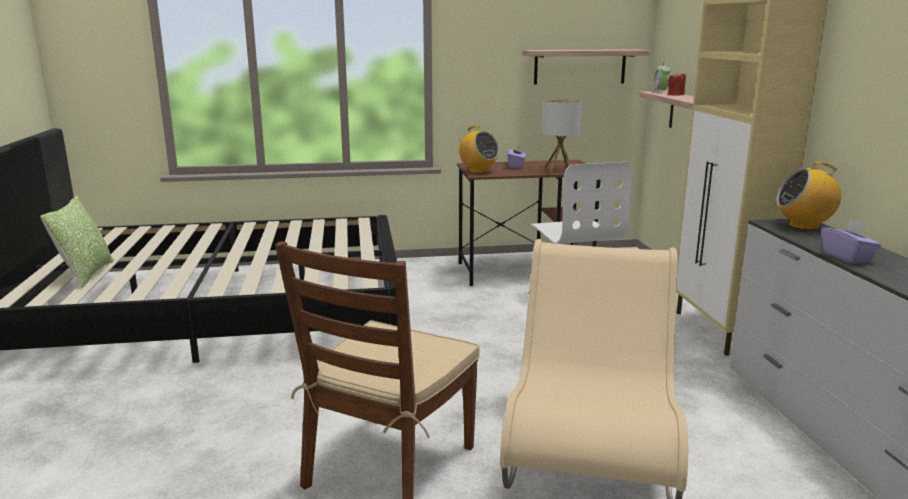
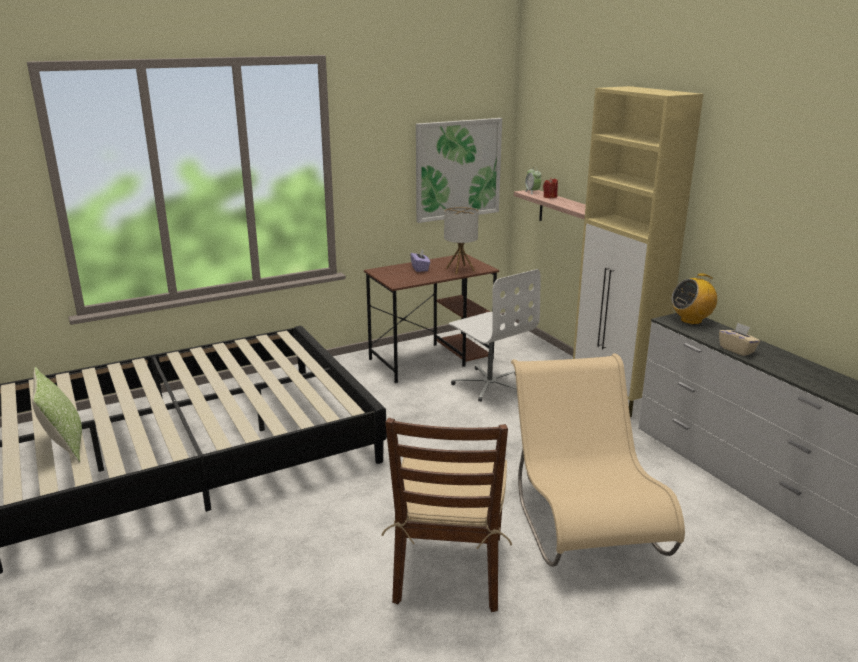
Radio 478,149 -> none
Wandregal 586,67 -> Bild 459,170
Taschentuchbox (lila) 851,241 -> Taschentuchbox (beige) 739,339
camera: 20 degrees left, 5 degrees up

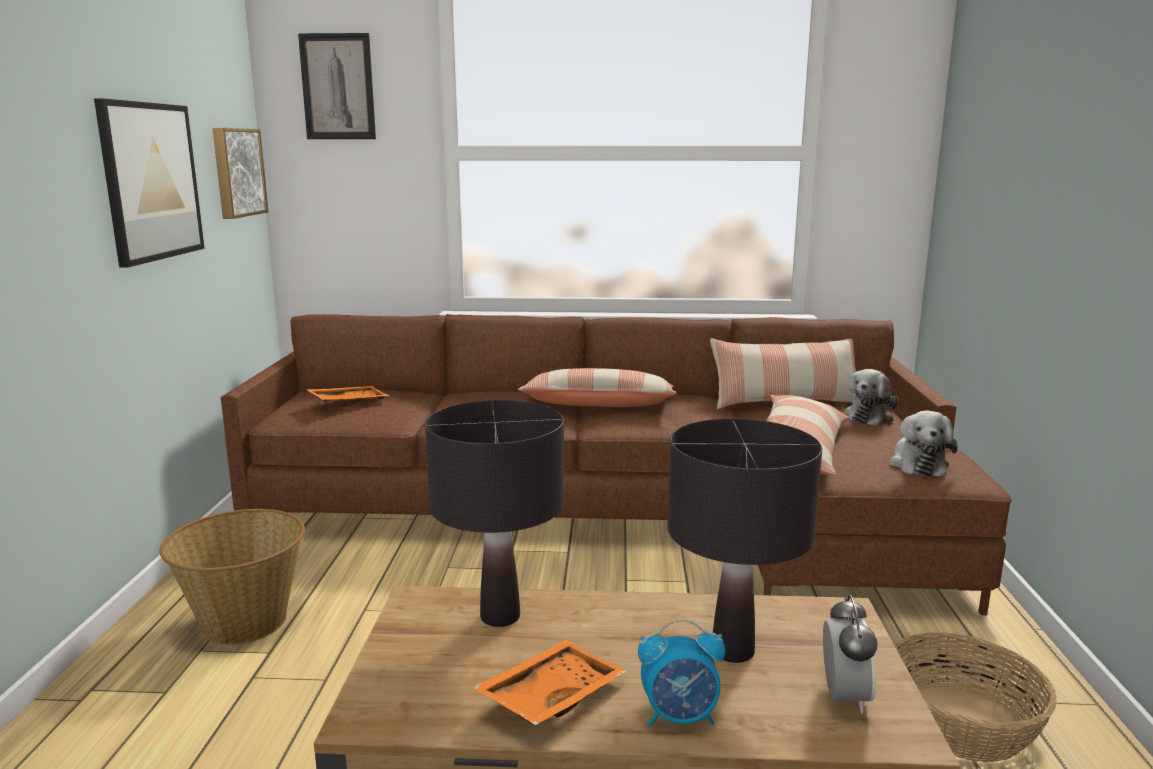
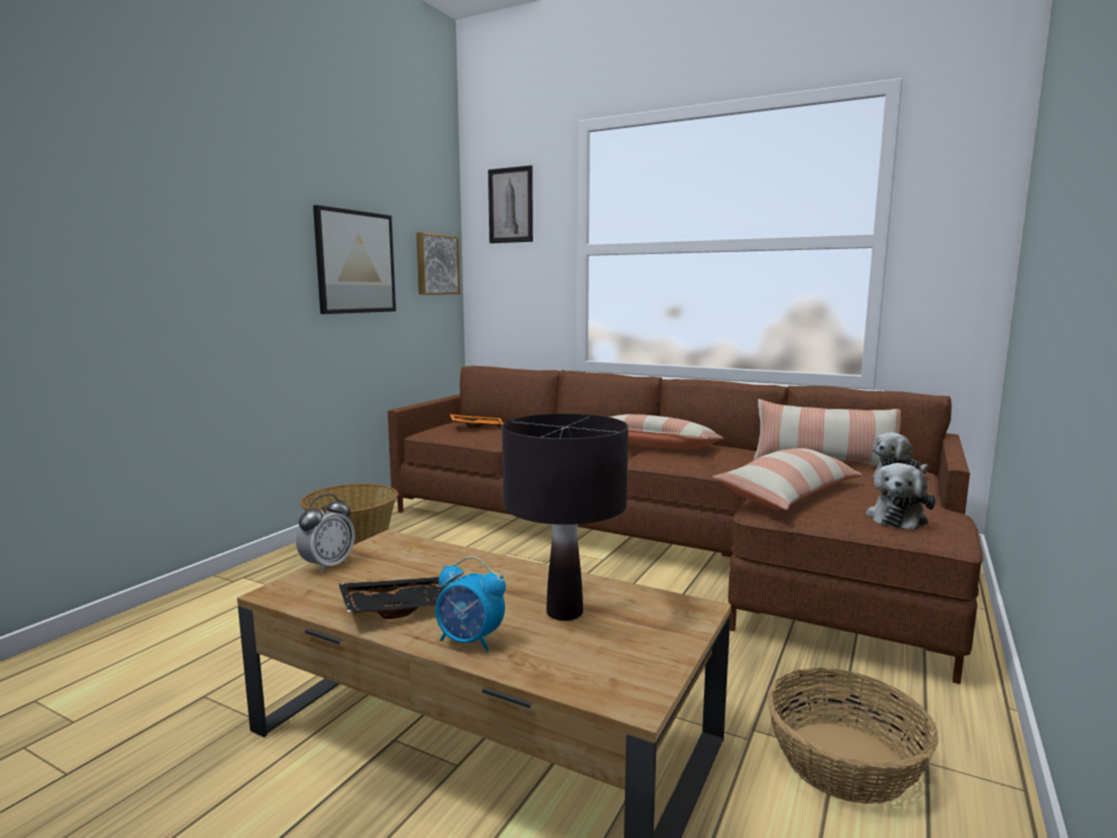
Tischlampe (schwarz) 494,513 -> none
Wecker 850,654 -> Wecker 325,533, move
Tablett (orange) 549,682 -> Tablett (schwarz) 393,598
camera: 25 degrees right, 5 degrees down

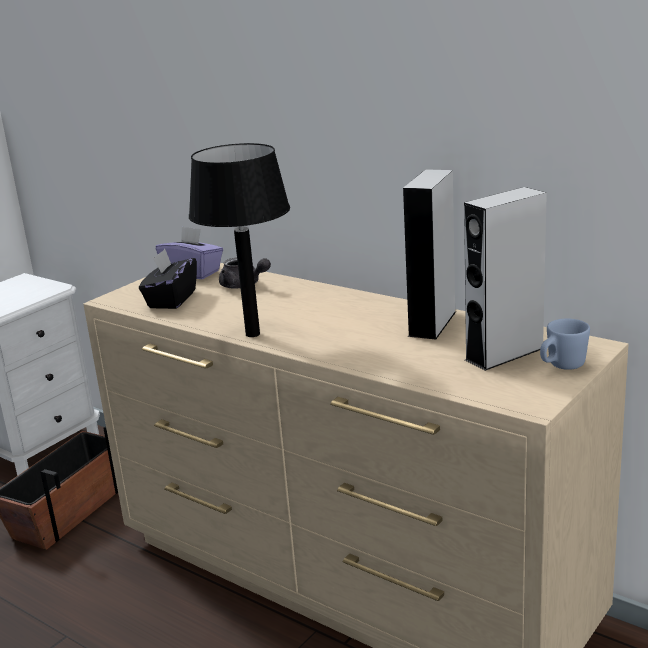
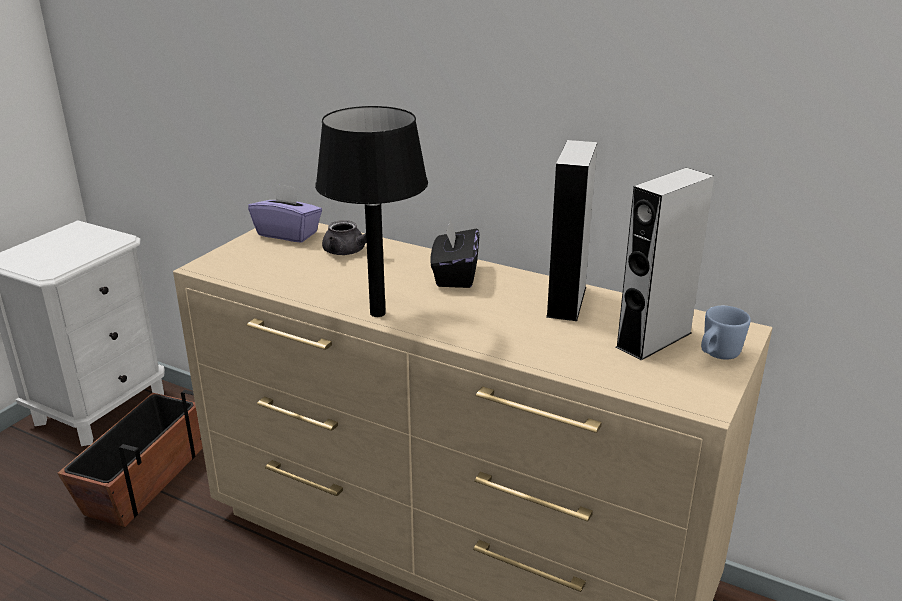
Taschentuchbox (schwarz) 168,279 -> Taschentuchbox (schwarz) 455,253, move
camera: 10 degrees left, 5 degrees up

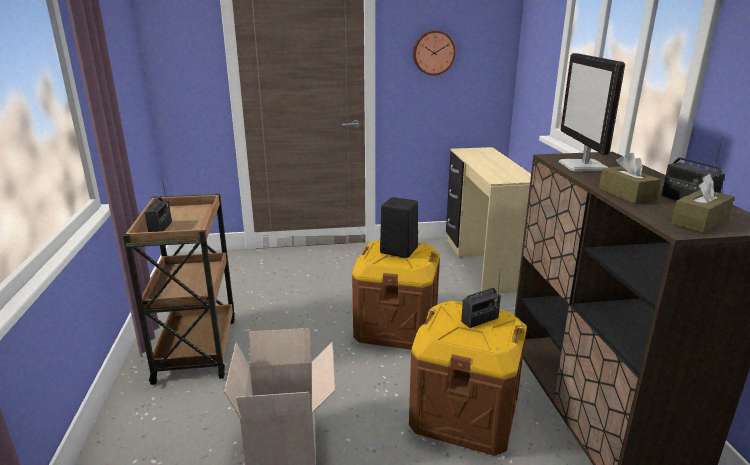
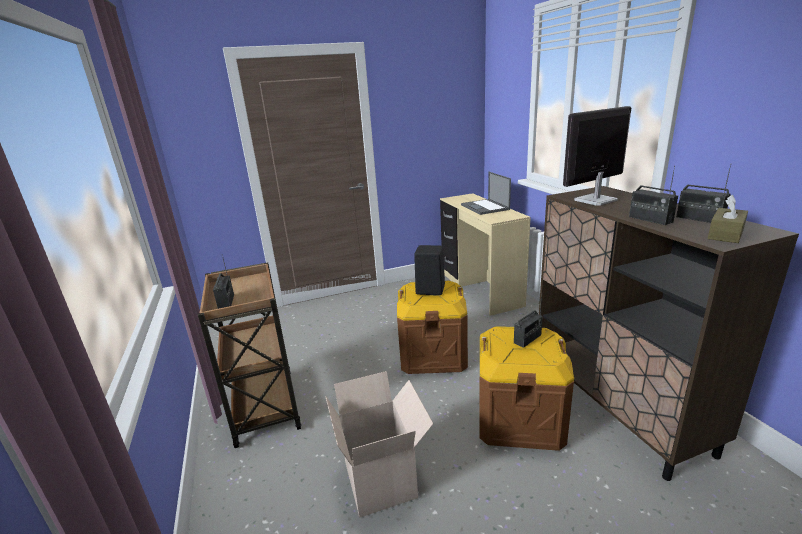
Wanduhr 434,53 -> none
none -> Laptop 486,193
Taschentuchbox (braun) 630,178 -> Radio 653,195
Monitor 592,112 -> Monitor 597,156, 75 degrees clockwise
camera: 10 degrees left, 0 degrees up

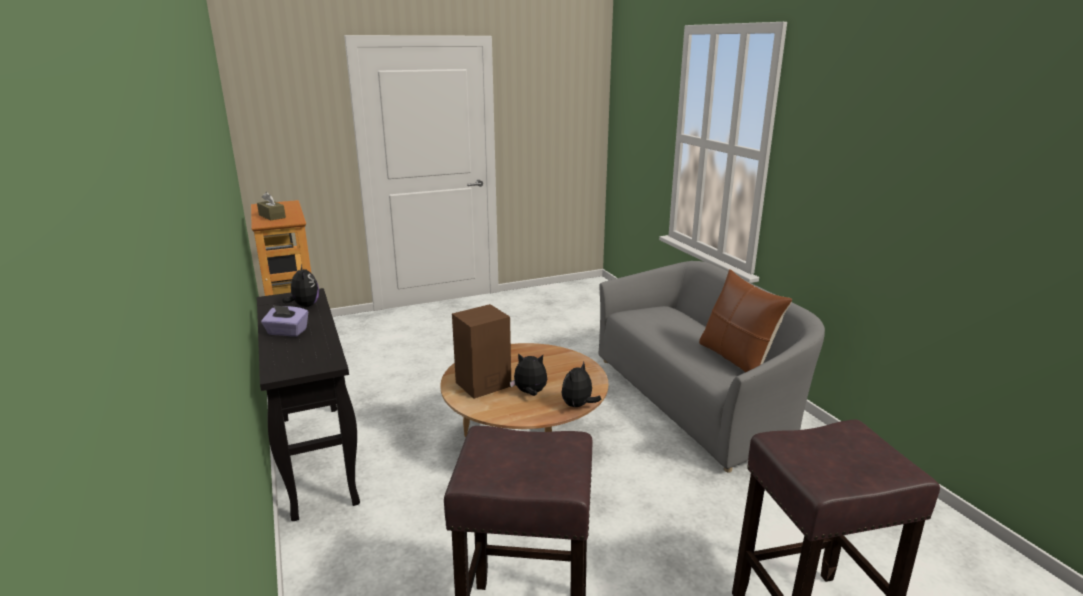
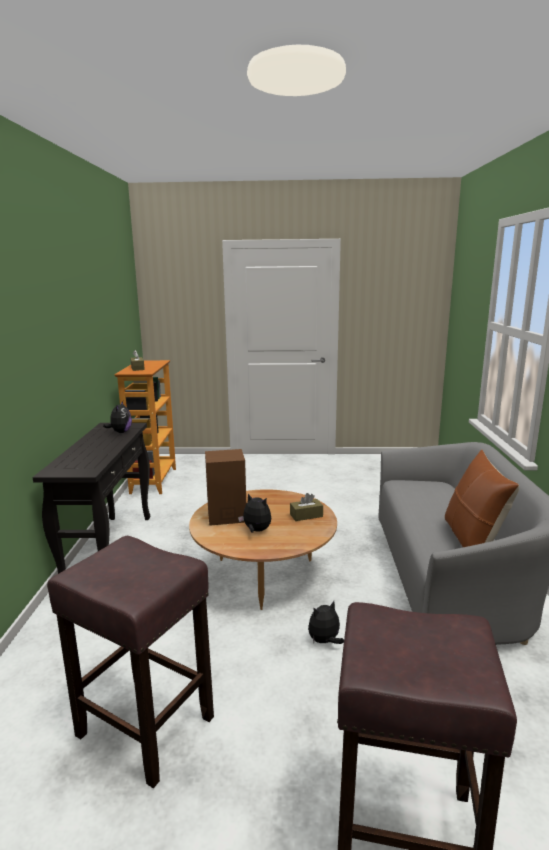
Taschentuchbox (lila) 284,321 -> none
none -> Taschentuchbox (braun) 306,507
Plüschtier 581,384 -> Plüschtier 326,622, move
camera: 25 degrees right, 5 degrees down

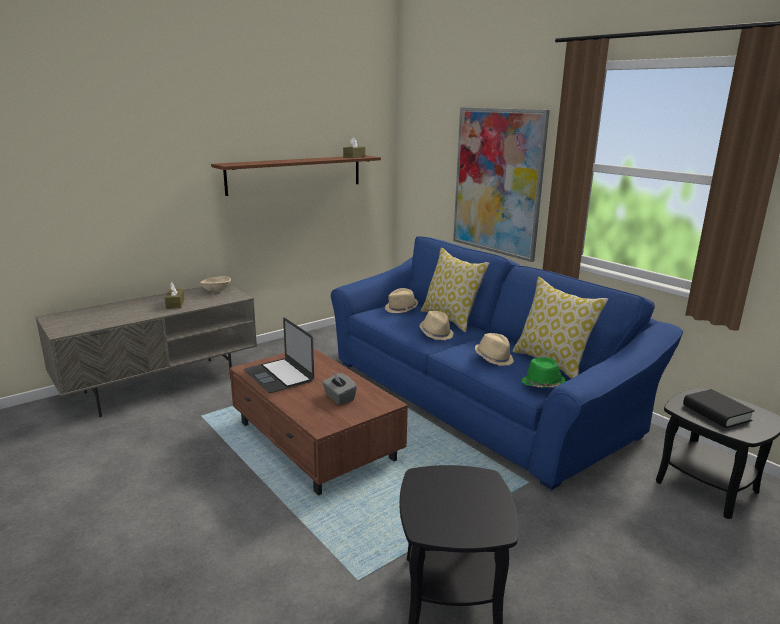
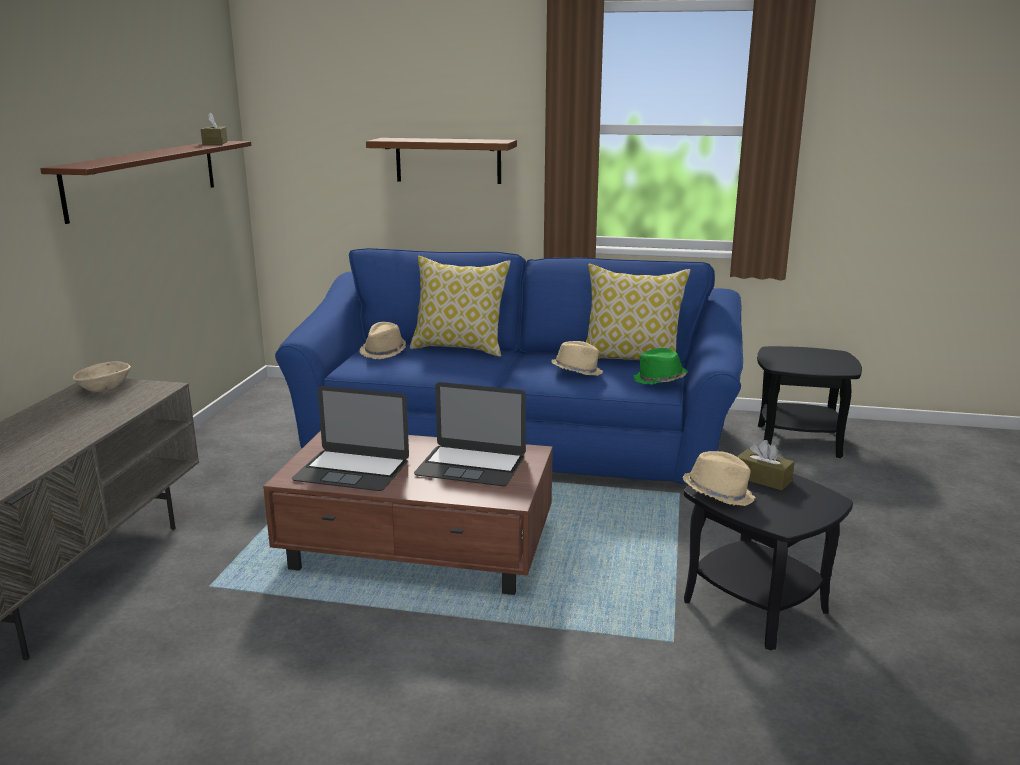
Buch (schwarz) 719,408 -> none
Taschentuchbox (braun) 174,295 -> Taschentuchbox (braun) 766,465, move
Hut (beige) 437,325 -> Hut (beige) 719,478, move
Taschentuchbox (grau) 339,389 -> Laptop 470,434
Bild 501,184 -> Wandregal (braun) 441,161
camera: 40 degrees left, 0 degrees up

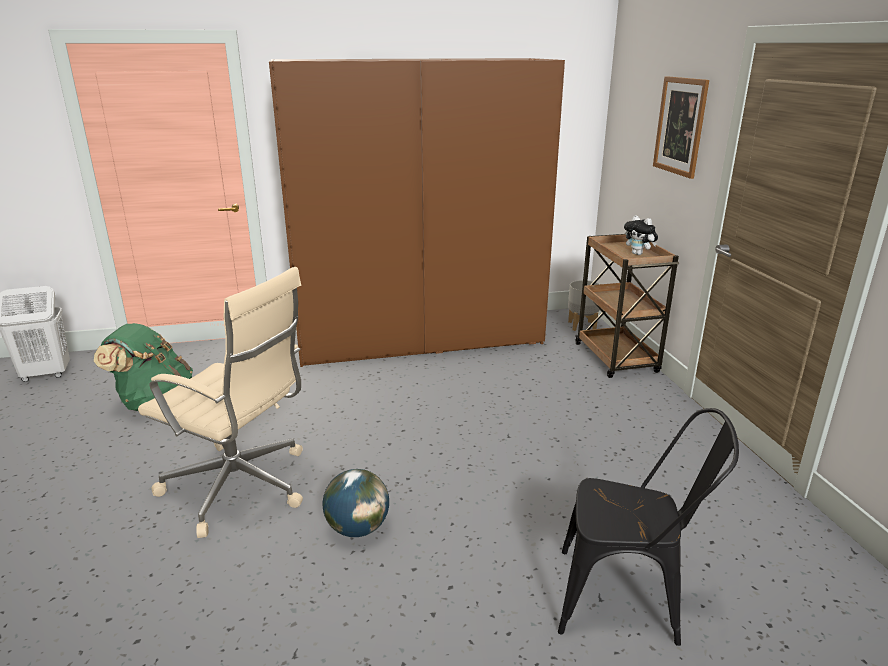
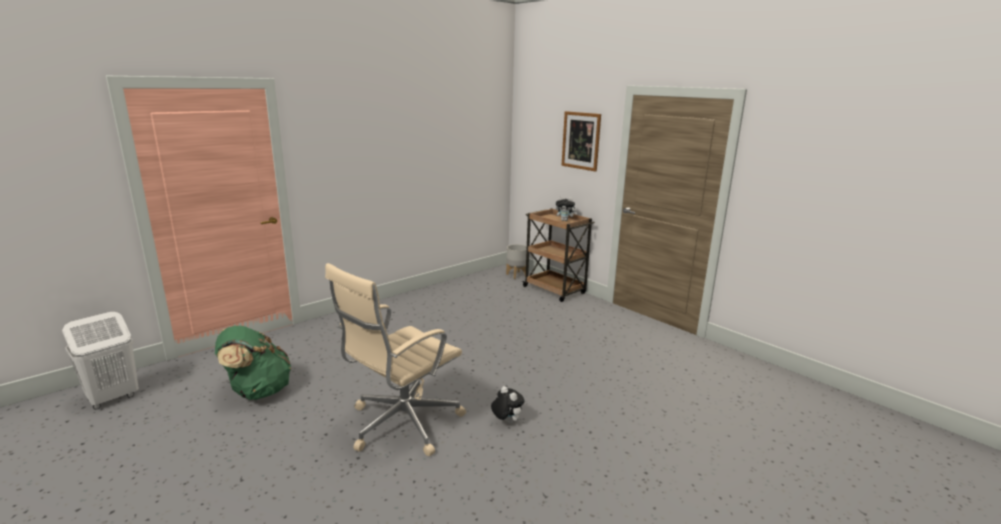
Kleiderschrank (braun) 417,212 -> none
Stuhl (schwarz) 648,527 -> none
Globus 356,503 -> Plüschtier 508,405
Bürostuhl (beige) 220,402 -> Bürostuhl (beige) 395,359, 135 degrees clockwise
camera: 30 degrees left, 5 degrees down

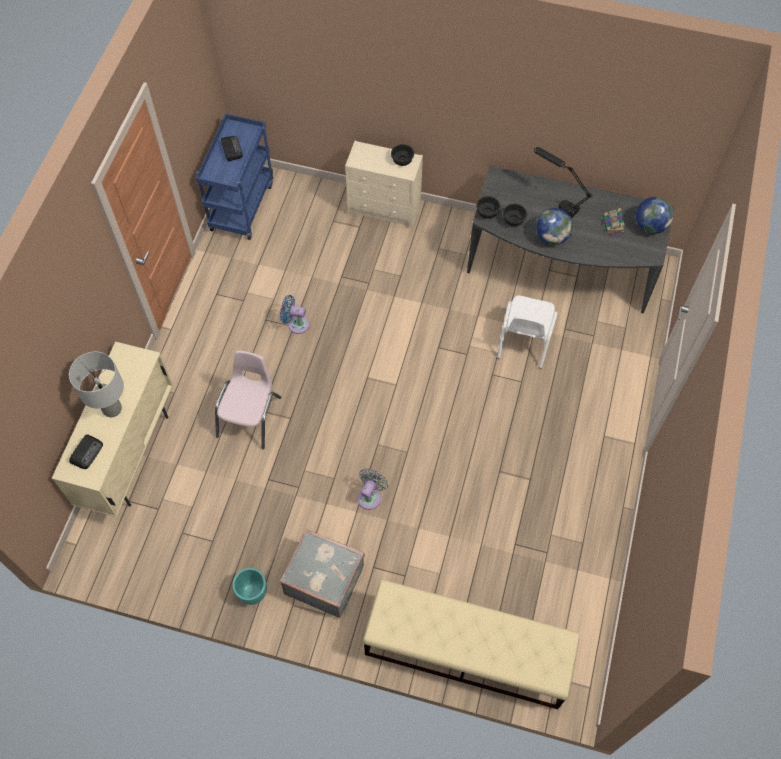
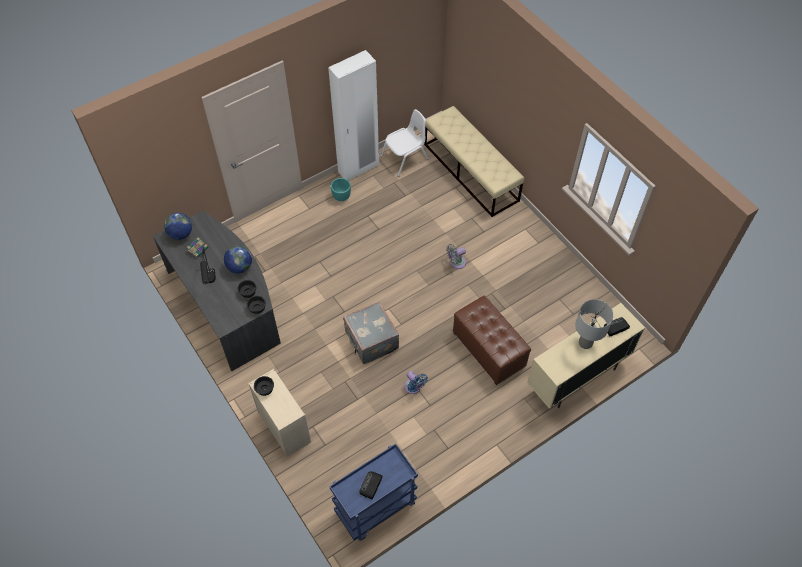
none -> Kleiderschrank (weiß) 353,115
Pflanzkübel (türkis) 250,586 -> Pflanzkübel (türkis) 341,189, move
Koffer (grau) 322,573 -> Koffer (grau) 371,332, move
Stuhl (weiß) 527,332 -> Stuhl (weiß) 404,143, move
Stuhl (rosa) 248,399 -> Polsterhocker (braun) 492,340
camera: 140 degrees left, 5 degrees down

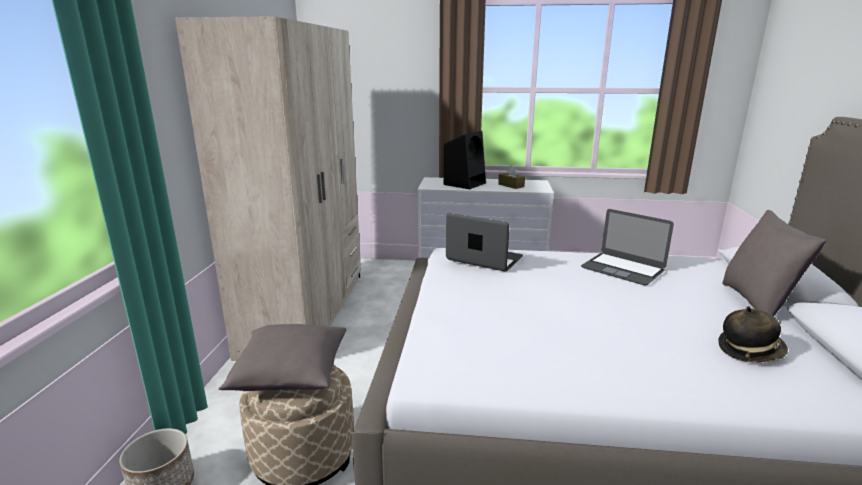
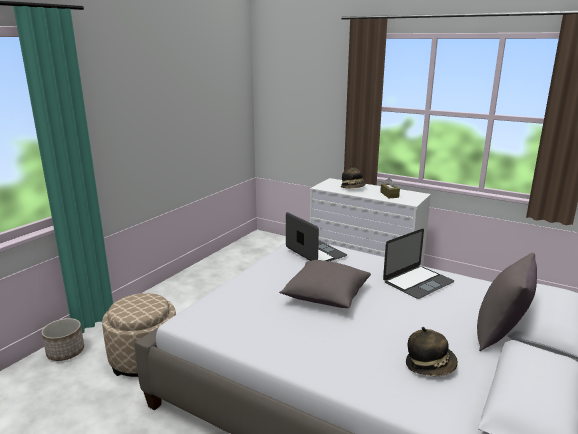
Kleiderschrank (beige) 268,189 -> none
Kissen (grau) 282,357 -> Kissen (grau) 325,284, move
Lautsprecher (schwarz) 465,160 -> Hut 353,176
Laptop 627,247 -> Laptop 418,264, 105 degrees counterclockwise
camera: 25 degrees right, 0 degrees up

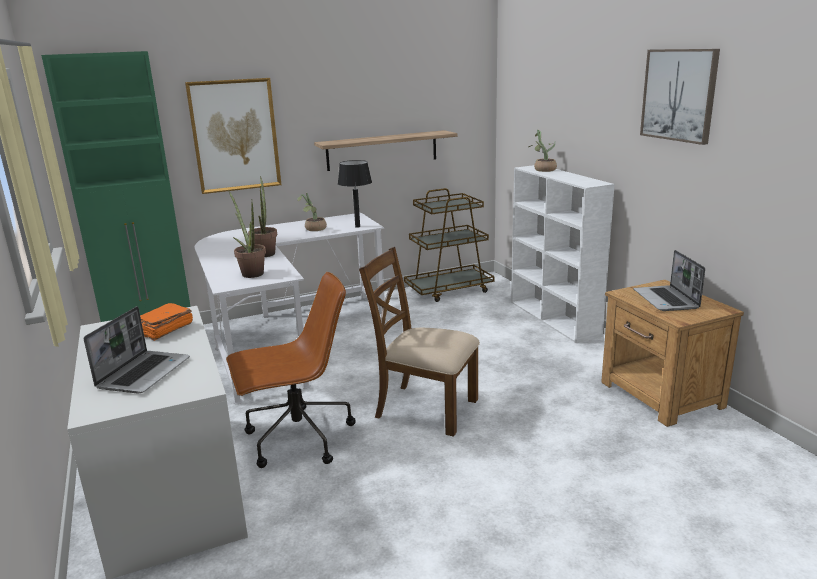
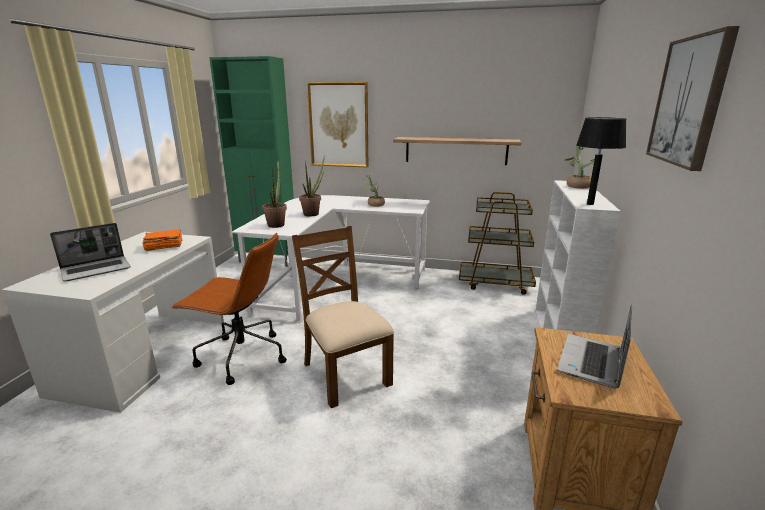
Tischlampe (schwarz) 355,194 -> Tischlampe (schwarz) 601,161, move
camera: 35 degrees right, 0 degrees up

